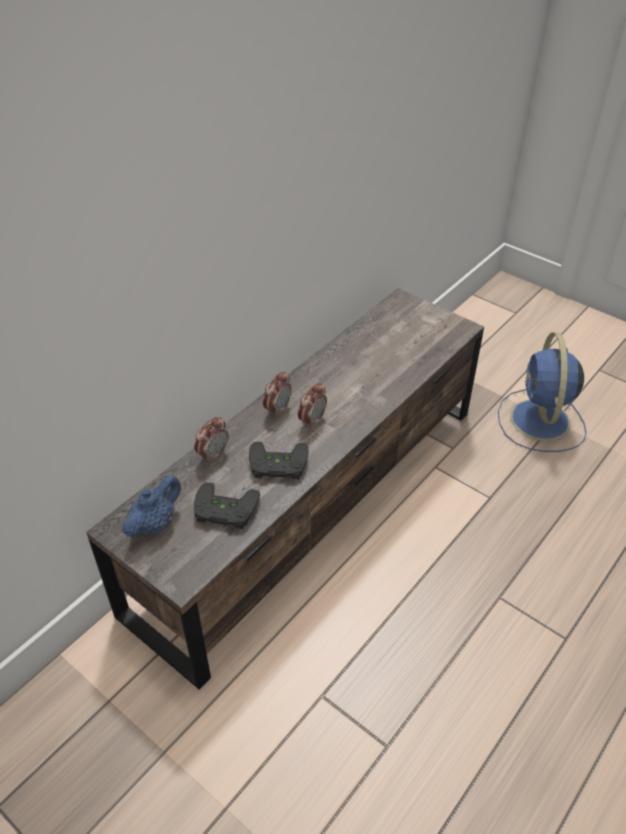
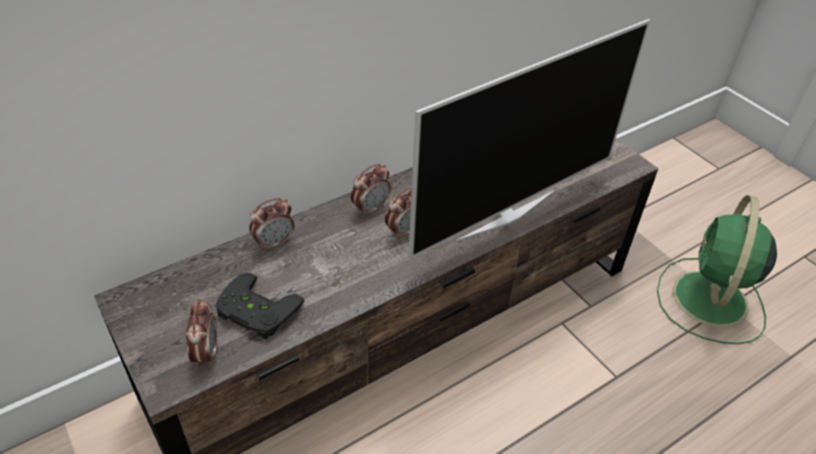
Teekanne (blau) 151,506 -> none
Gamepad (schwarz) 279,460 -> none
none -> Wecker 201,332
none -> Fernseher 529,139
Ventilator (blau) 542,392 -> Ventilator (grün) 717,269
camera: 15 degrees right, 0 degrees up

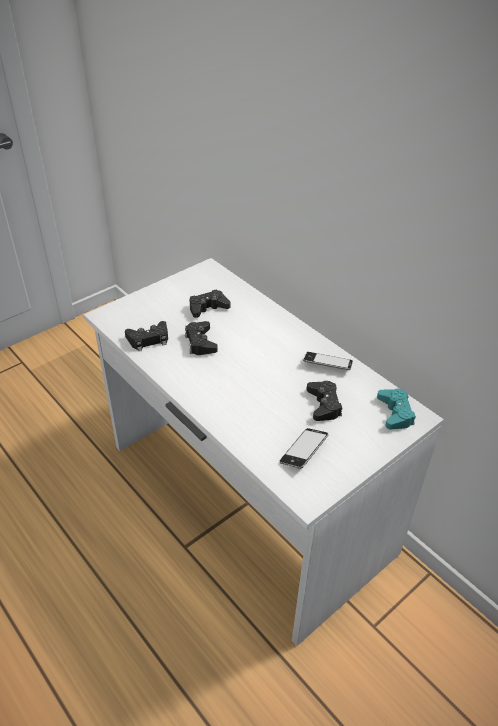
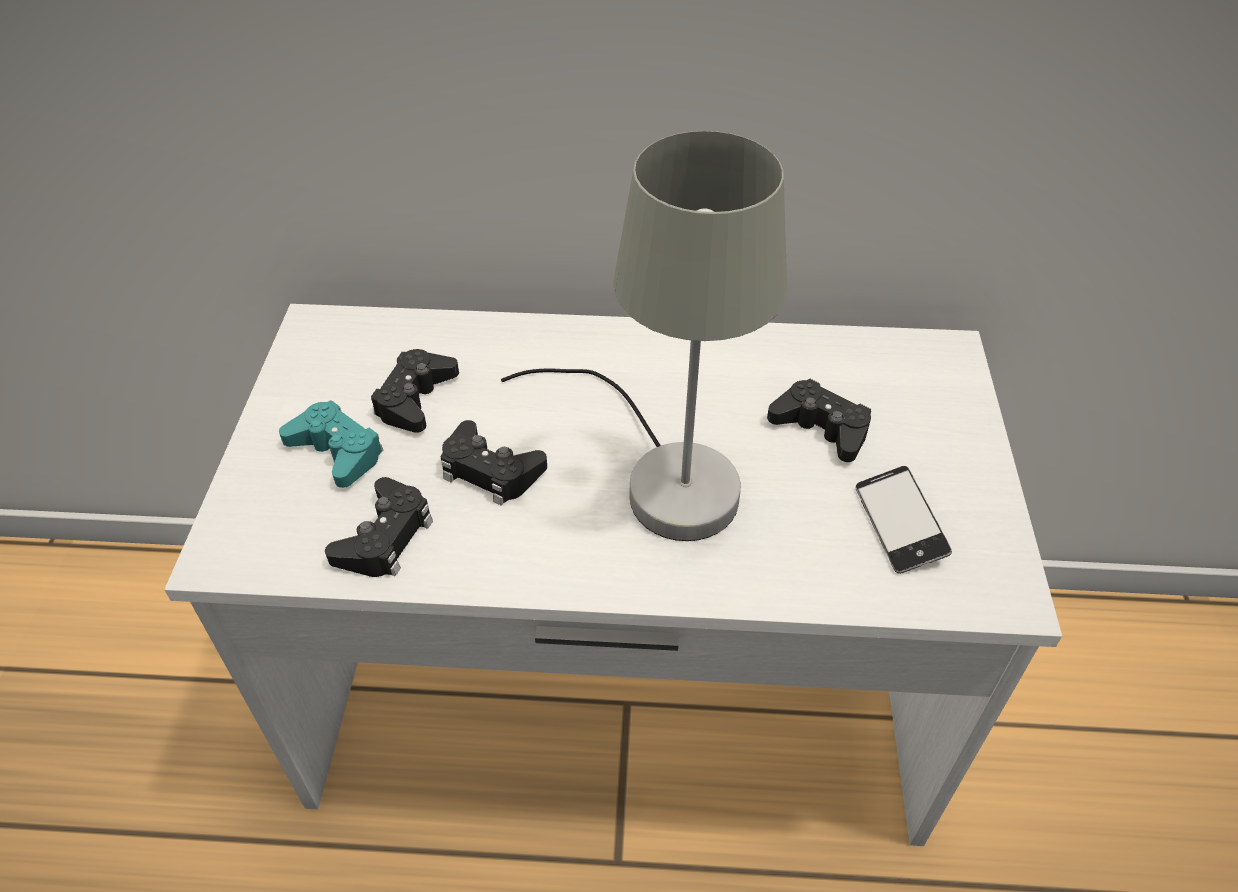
Handy 328,361 -> none
none -> Tischlampe (grau) 644,336
Gamepad (türkis) 396,409 -> Gamepad (türkis) 331,444, move
camera: 45 degrees left, 5 degrees up

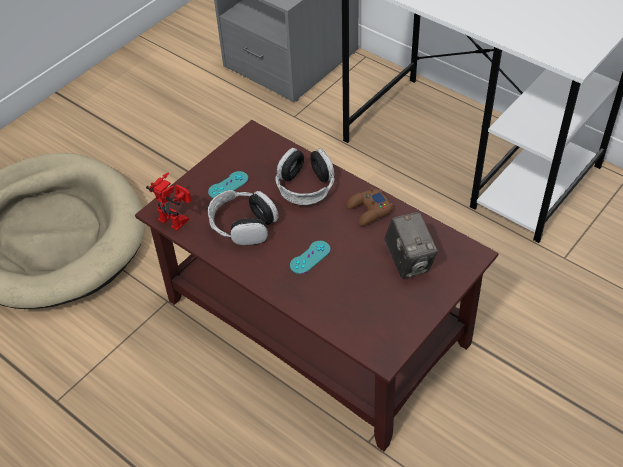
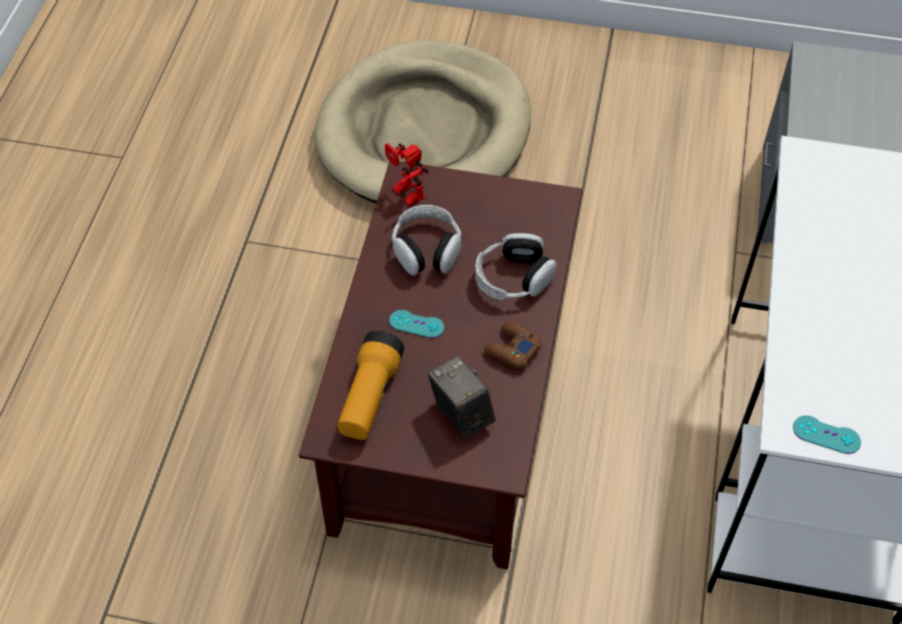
none -> Taschenlampe 370,385
Gamepad (türkis) 228,184 -> Gamepad (türkis) 827,434, move
Spielzeugroboter 168,201 -> Spielzeugroboter 407,175, 135 degrees clockwise
Kamera 411,245 -> Kamera 461,397, 105 degrees clockwise
camera: 60 degrees right, 5 degrees up

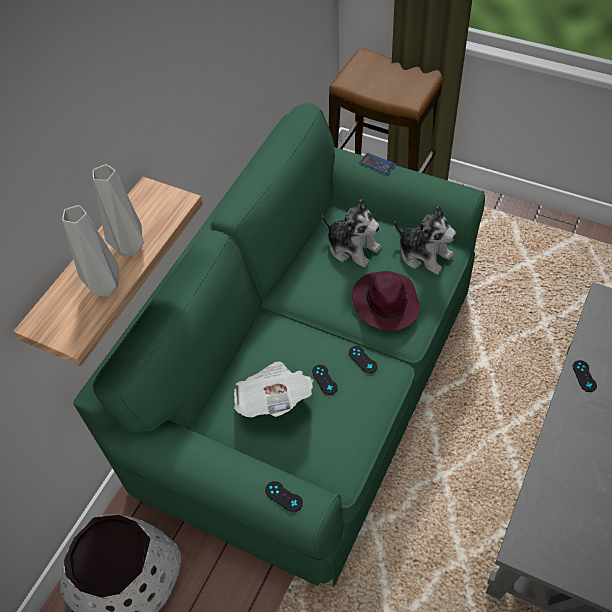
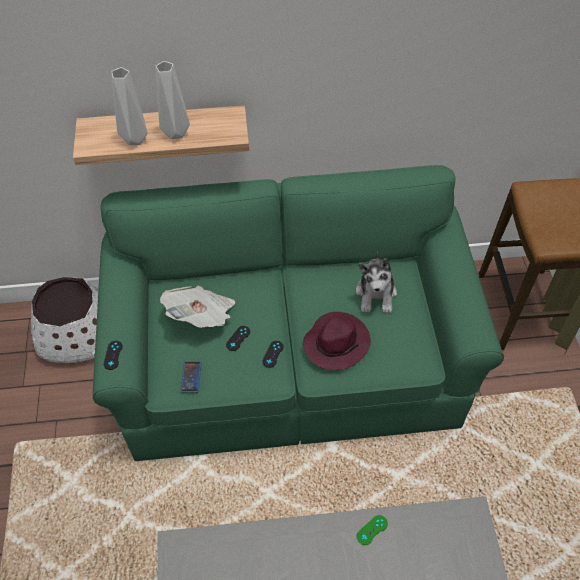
Plüschtier 425,240 -> none
Handy 377,164 -> Handy 191,377, move
Gamepad (schwarz) 585,376 -> Gamepad (grün) 372,530
camera: 55 degrees right, 0 degrees up

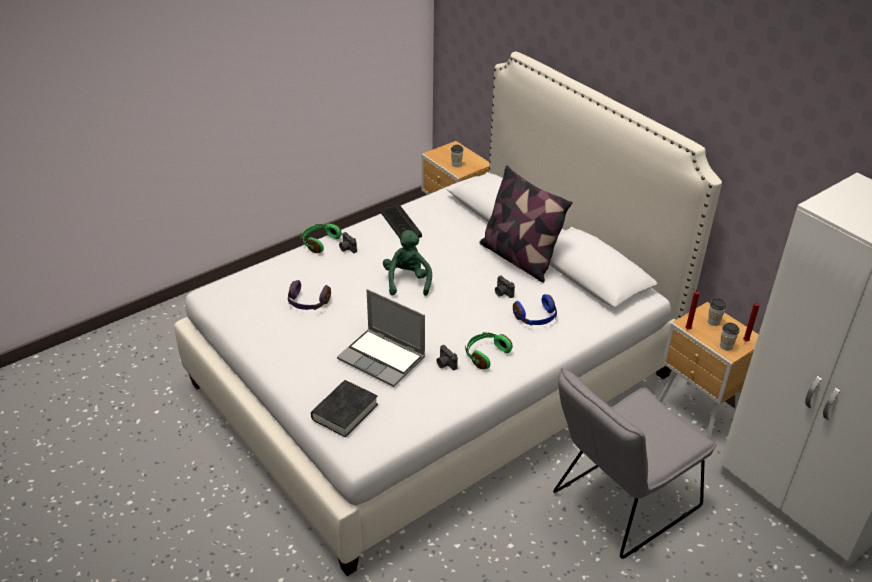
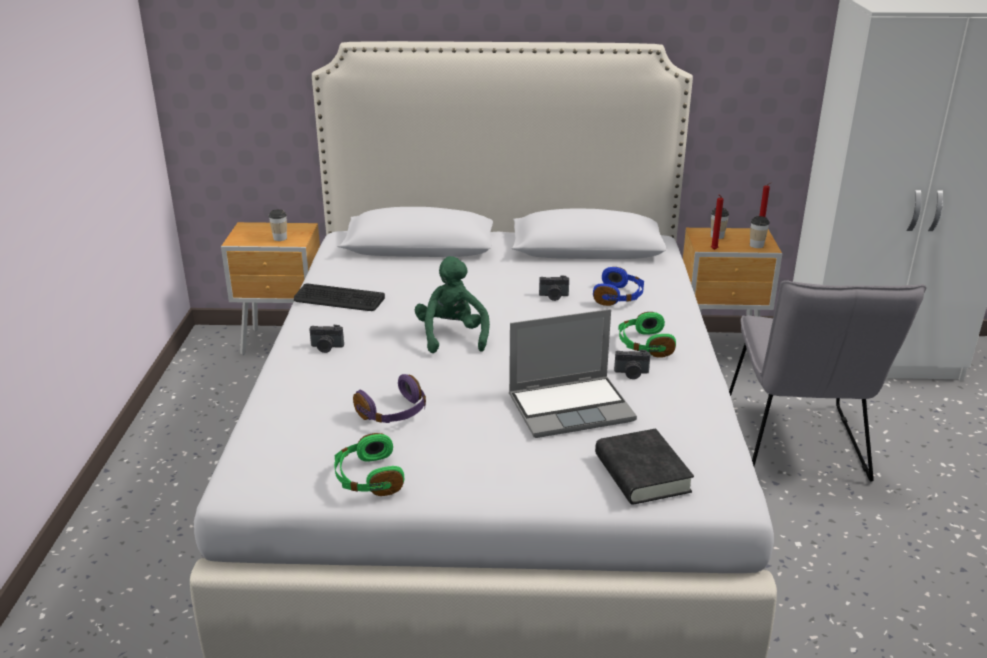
Kissen 526,224 -> none
Kopfhörer (grün) 321,238 -> Kopfhörer (grün) 369,464, move
Plüschtier (grün) 407,263 -> Plüschtier (grün) 452,304, 45 degrees clockwise
camera: 50 degrees left, 10 degrees down

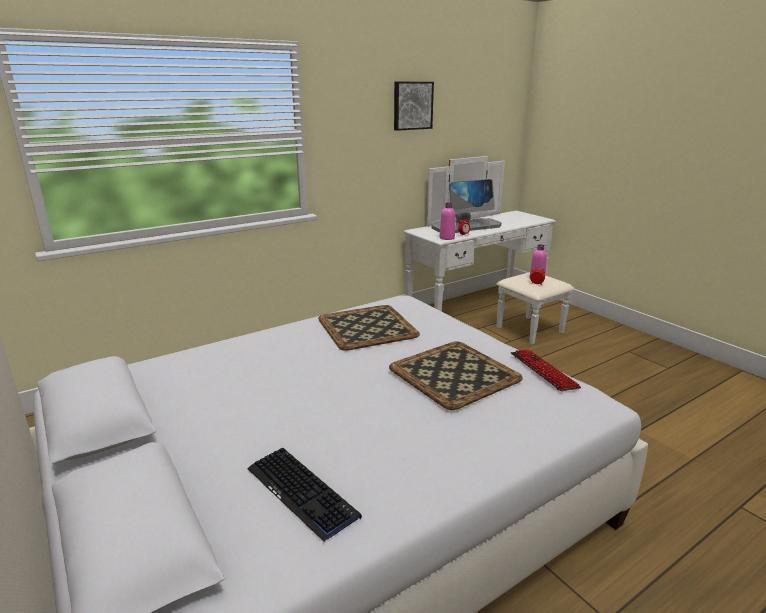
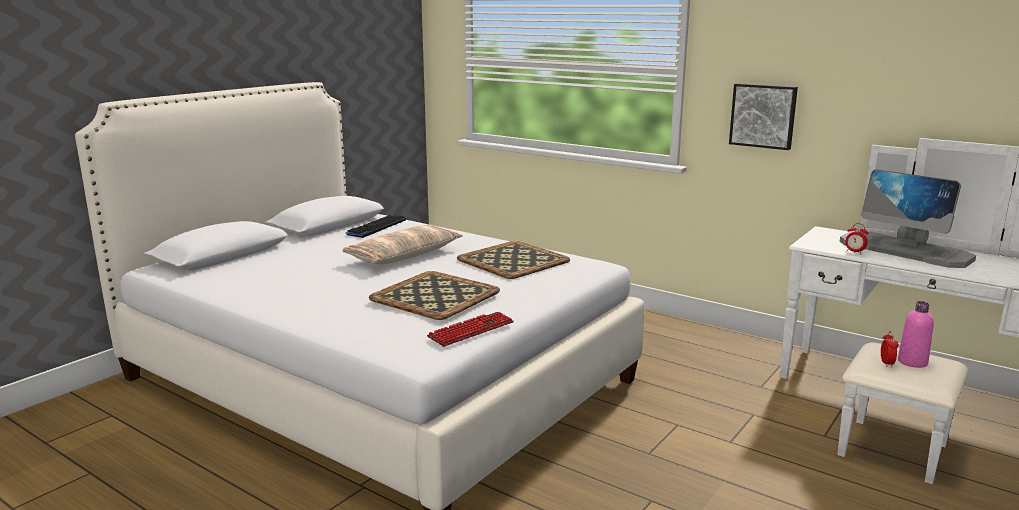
Flasche (rosa) 447,221 -> none
none -> Kissen 402,245
Tastatur 304,495 -> Tastatur 376,226, move
Bild 414,106 -> Bild 763,116, move
camera: 70 degrees right, 5 degrees down

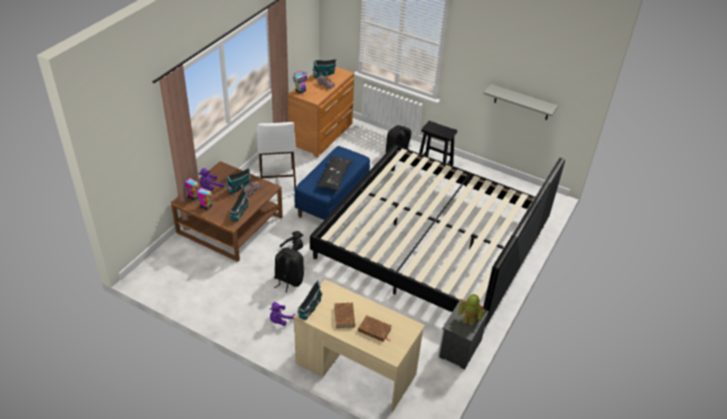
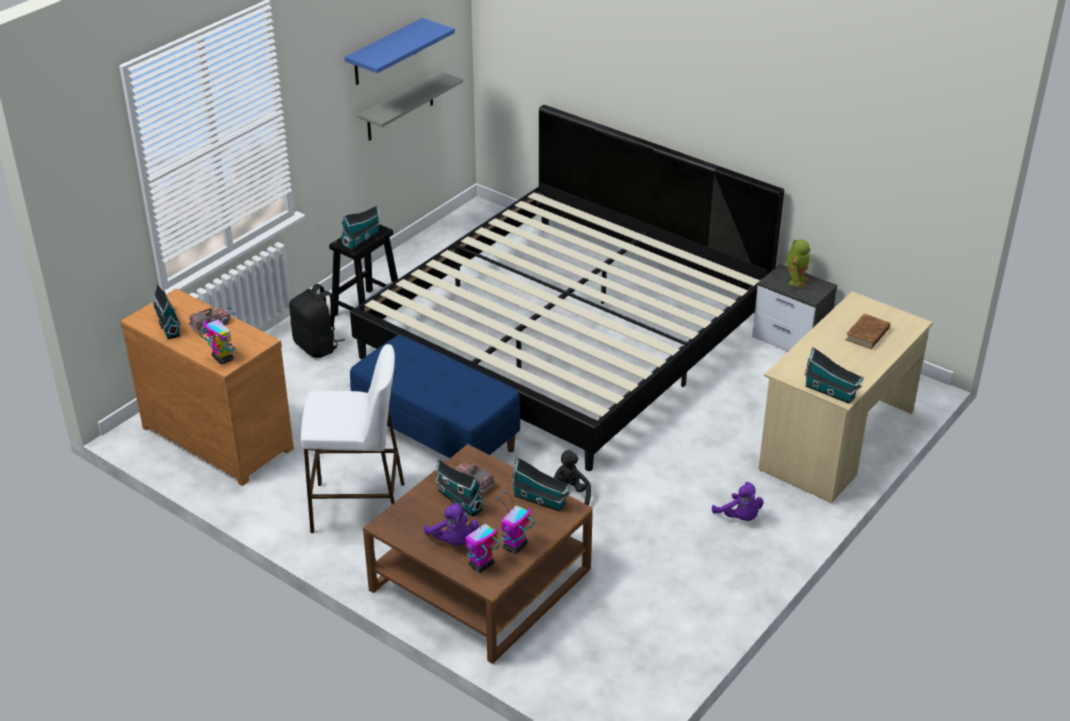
Rucksack (schwarz) 289,270 -> none
Kissen (schwarz) 334,173 -> none
Buch (braun) 344,315 -> none
none -> Spielzeughaus 360,228
none -> Wandregal (blau) 400,51
camera: 80 degrees left, 5 degrees down

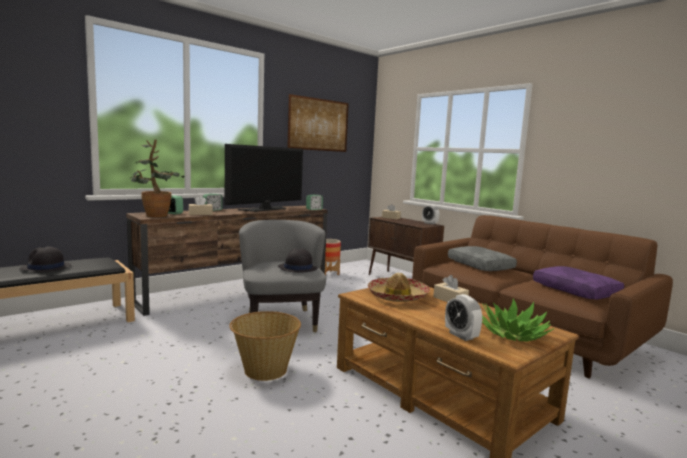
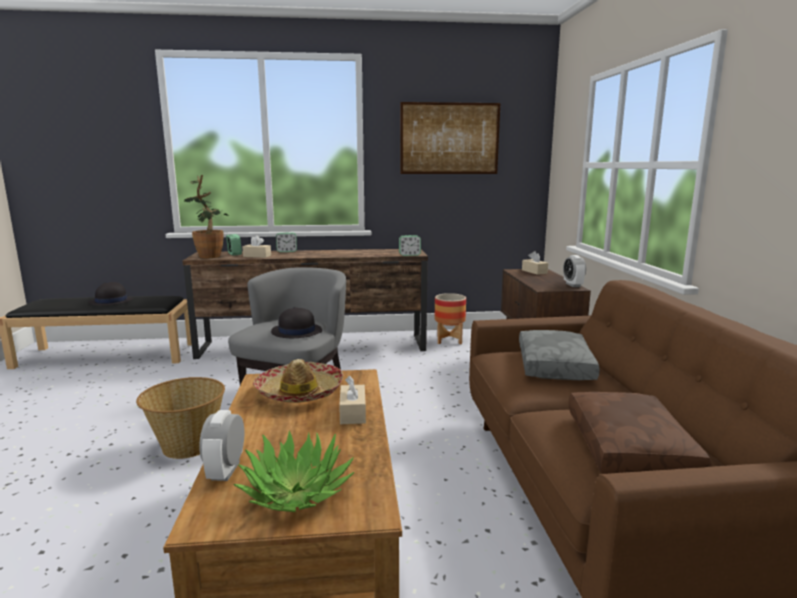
Fernseher 264,178 -> none
Kissen (lila) 578,283 -> Kissen (braun) 639,433
camera: 35 degrees right, 5 degrees up

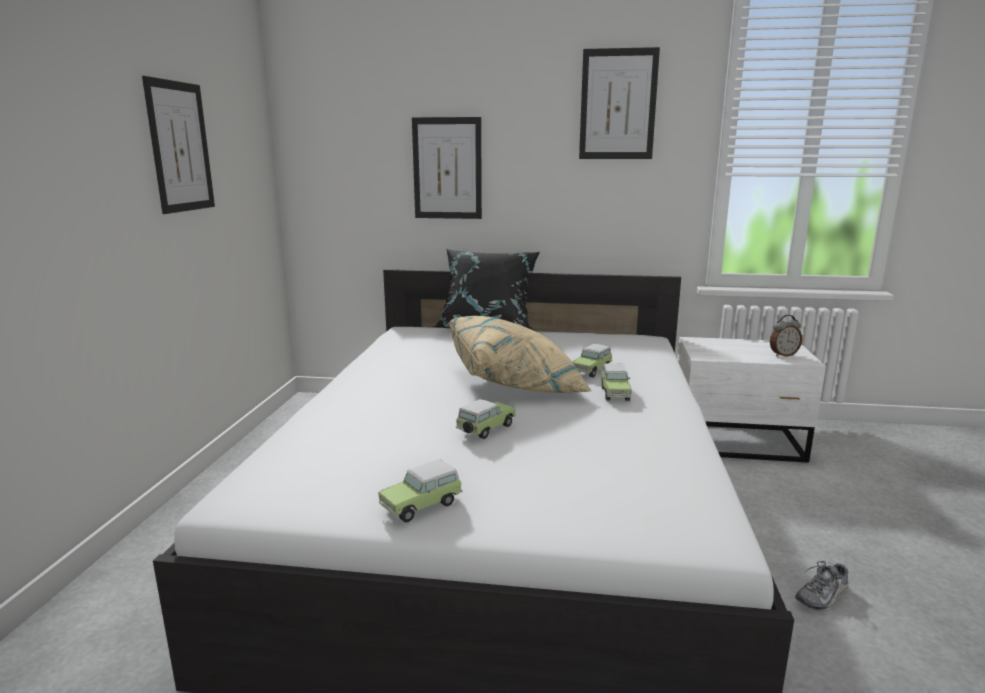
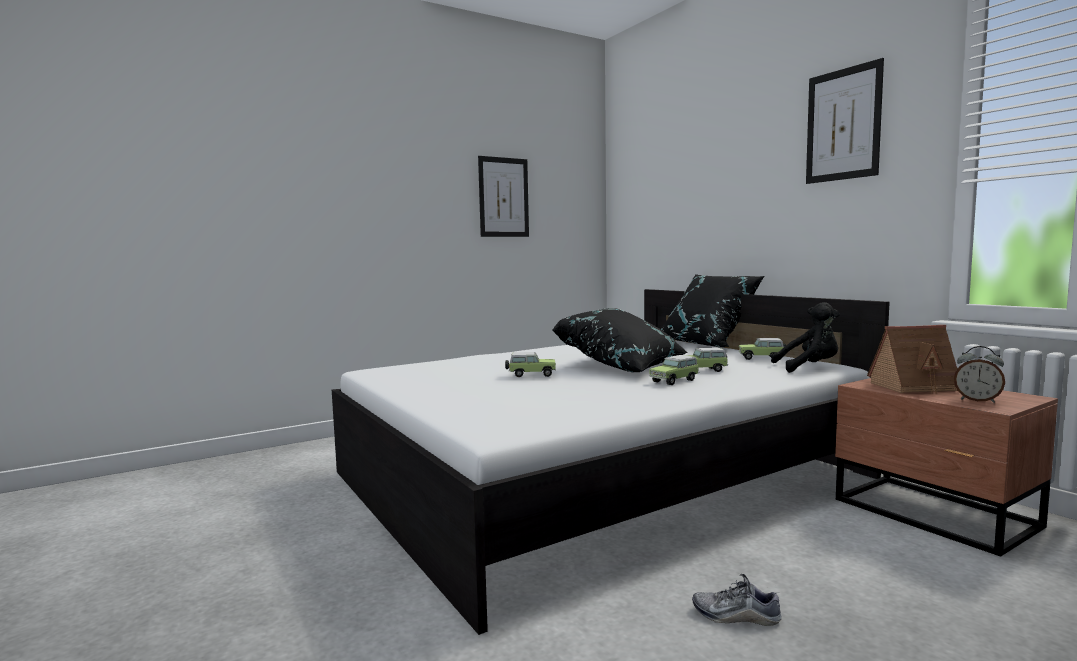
Bild 447,168 -> none
none -> Plüschtier (schwarz) 805,337
none -> Spielzeughaus 912,359
Spielzeugauto 420,491 -> Spielzeugauto 762,349, move
Kissen (beige) 520,354 -> Kissen (schwarz) 620,340
Nachttisch (weiß) 751,400 -> Nachttisch (braun) 946,467
camera: 50 degrees right, 10 degrees down

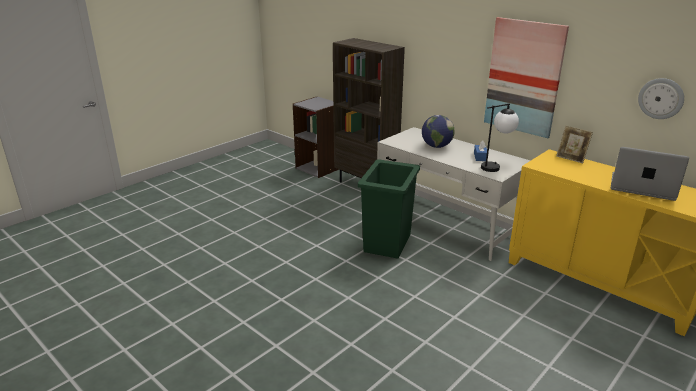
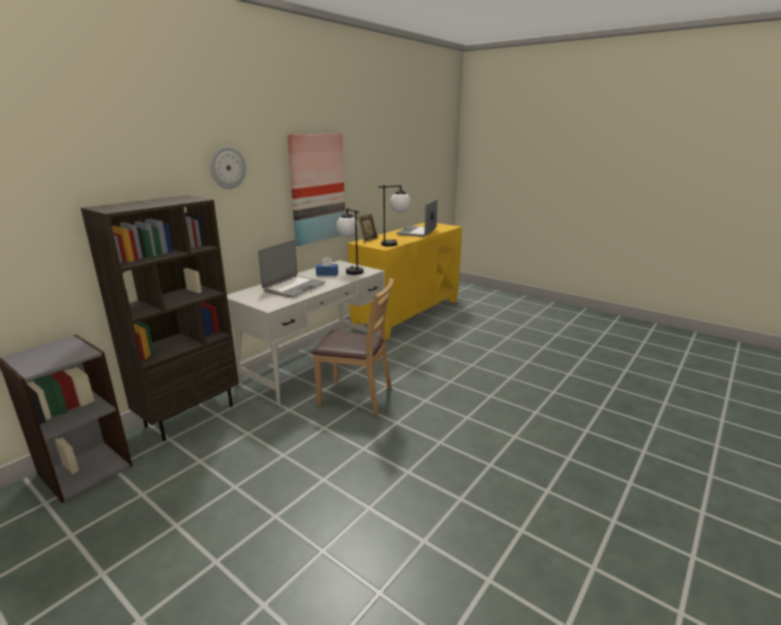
none -> Tischlampe 394,216
Wanduhr 661,98 -> Wanduhr 228,167, move
Mülleimer (grün) 389,209 -> Stuhl (braun) 352,346
Globus 438,131 -> Laptop 292,268
camera: 95 degrees left, 5 degrees down

